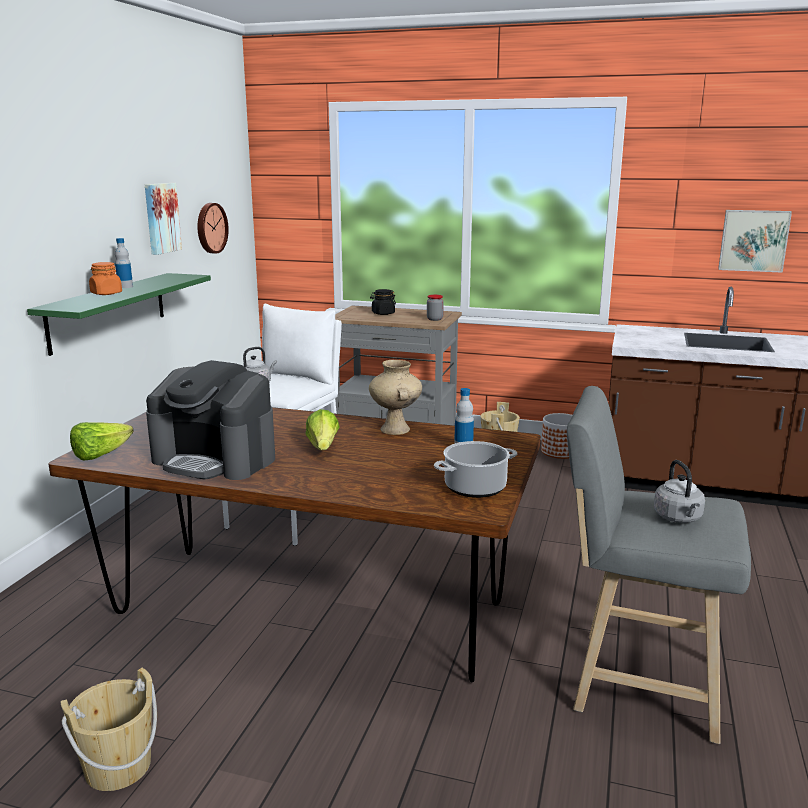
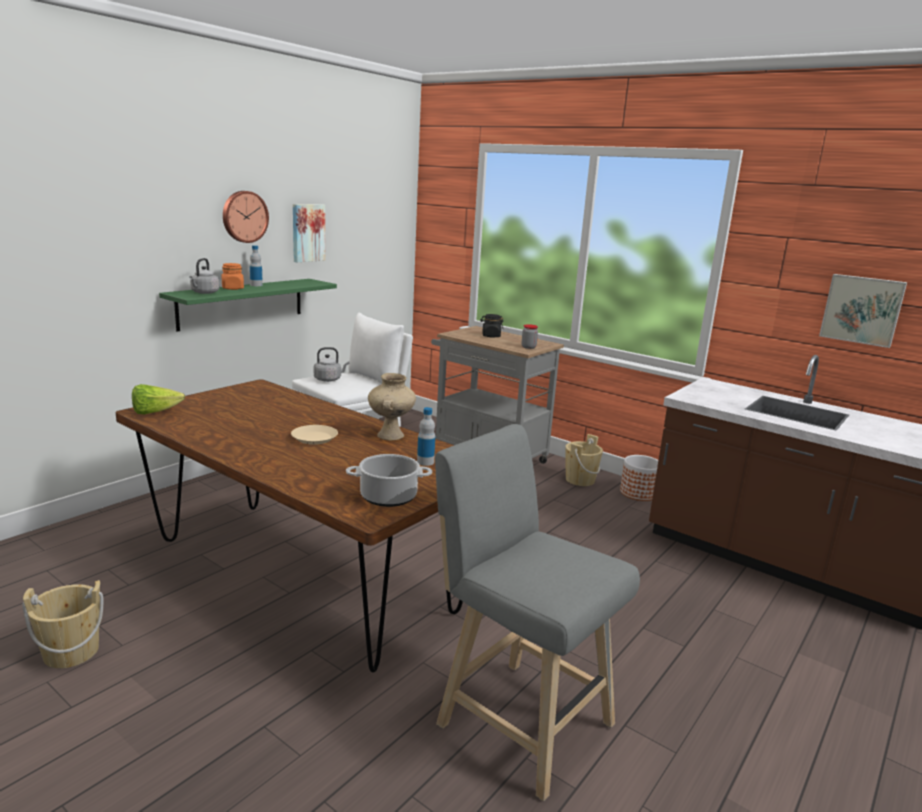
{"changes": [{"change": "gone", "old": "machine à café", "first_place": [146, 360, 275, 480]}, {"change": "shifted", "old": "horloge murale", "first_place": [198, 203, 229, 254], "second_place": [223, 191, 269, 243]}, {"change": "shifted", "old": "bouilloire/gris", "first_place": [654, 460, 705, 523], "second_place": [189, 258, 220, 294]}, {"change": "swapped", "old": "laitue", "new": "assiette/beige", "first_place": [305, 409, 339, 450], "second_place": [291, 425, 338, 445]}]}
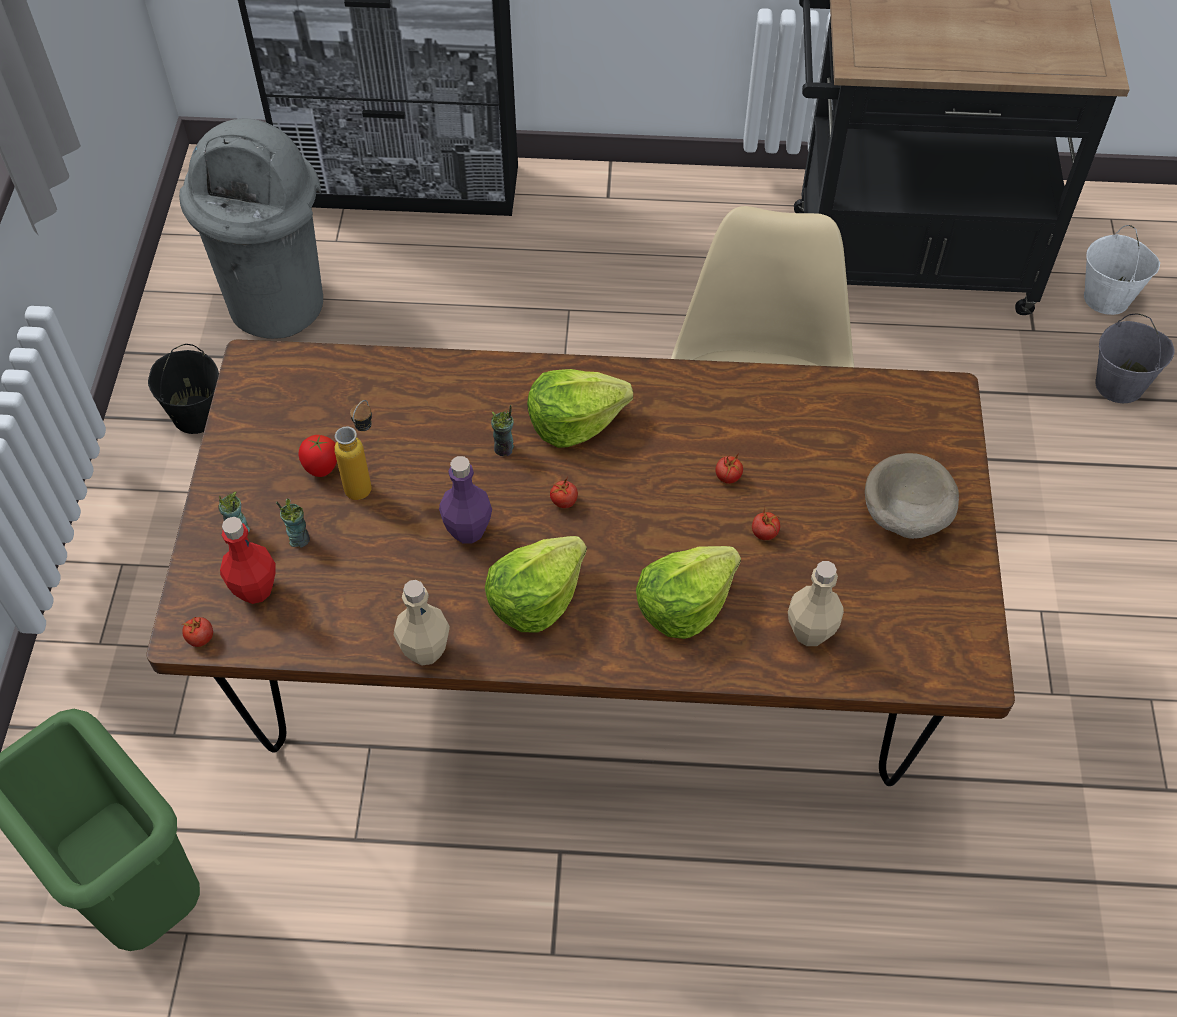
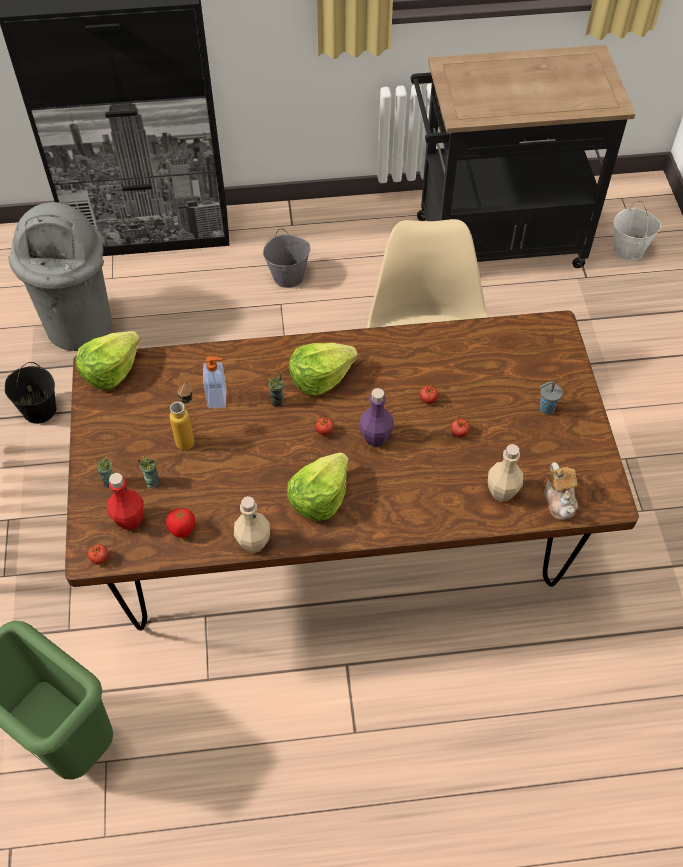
{"changes": [{"change": "new", "new": "distributeur de savon", "second_place": [203, 356, 226, 408]}, {"change": "new", "new": "théière", "second_place": [544, 462, 578, 520]}, {"change": "shifted", "old": "tomate", "first_place": [299, 435, 337, 477], "second_place": [166, 508, 195, 538]}, {"change": "shifted", "old": "bouteille/violet", "first_place": [439, 456, 492, 544], "second_place": [359, 388, 394, 447]}, {"change": "shifted", "old": "laitue", "first_place": [636, 546, 741, 639], "second_place": [76, 331, 141, 390]}, {"change": "shifted", "old": "seau/gris", "first_place": [1095, 314, 1175, 403], "second_place": [263, 229, 311, 288]}, {"change": "swapped", "old": "bol/beige", "new": "tasse/gris", "first_place": [865, 453, 959, 539], "second_place": [539, 381, 563, 414]}]}
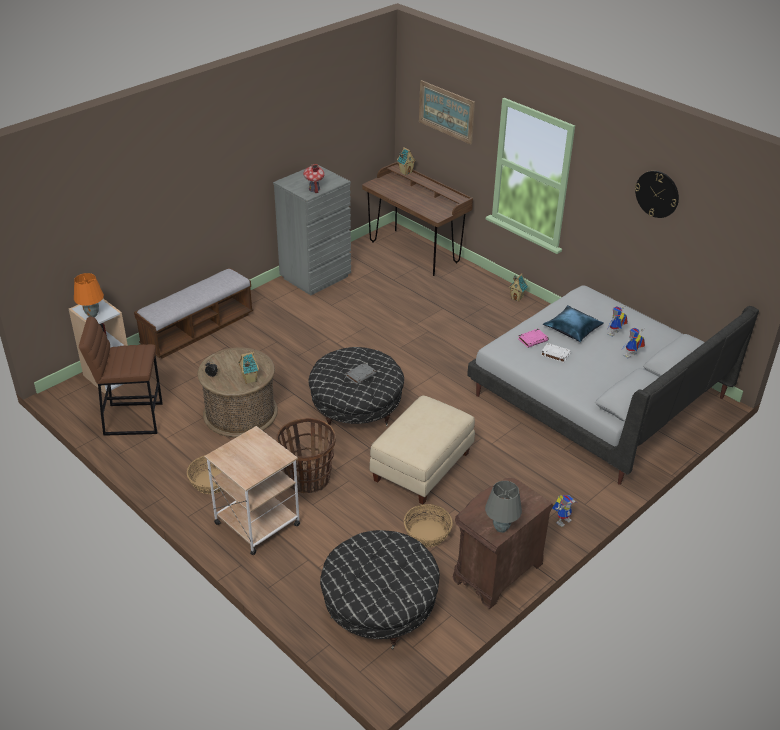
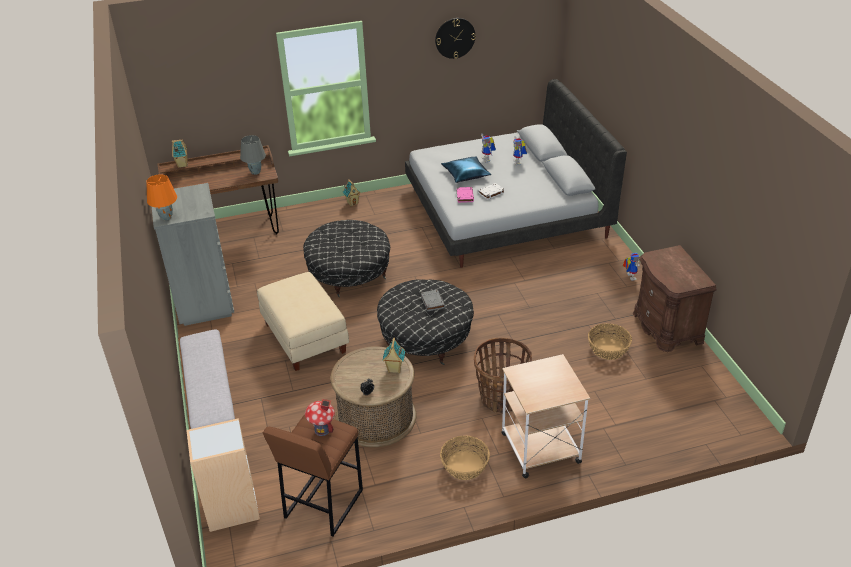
{"changes": [{"change": "gone", "old": "tableau", "first_place": [419, 80, 475, 145]}, {"change": "shifted", "old": "lampe de table/orange", "first_place": [74, 273, 104, 317], "second_place": [146, 174, 177, 220]}, {"change": "shifted", "old": "maison miniature", "first_place": [303, 164, 325, 193], "second_place": [305, 399, 335, 436]}, {"change": "shifted", "old": "pouf/noir", "first_place": [320, 530, 440, 649], "second_place": [303, 220, 390, 297]}, {"change": "shifted", "old": "pouf/beige", "first_place": [370, 395, 475, 504], "second_place": [257, 272, 349, 371]}, {"change": "shifted", "old": "lampe de table/gris", "first_place": [485, 481, 522, 533], "second_place": [240, 135, 266, 175]}]}
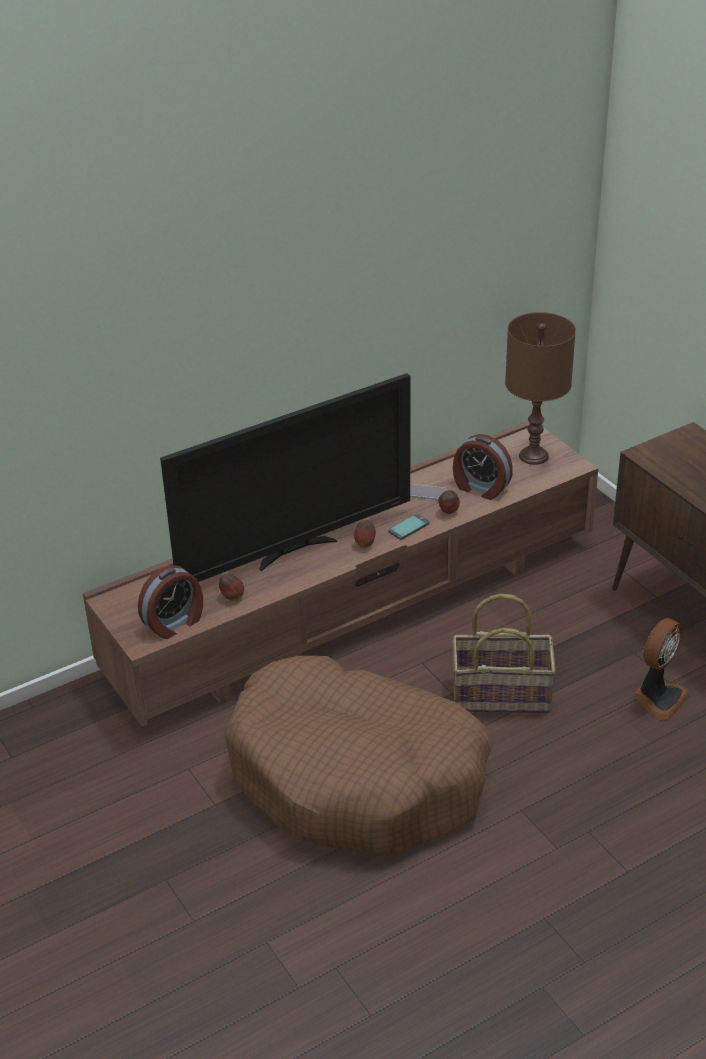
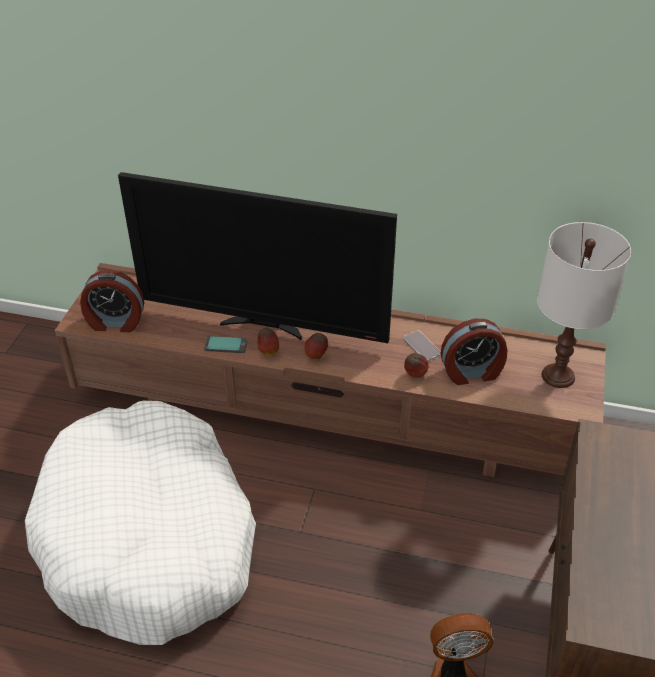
{"changes": [{"change": "gone", "old": "panier", "first_place": [453, 593, 556, 713]}, {"change": "shifted", "old": "pomme", "first_place": [219, 574, 244, 601], "second_place": [258, 328, 279, 356]}, {"change": "shifted", "old": "téléphone", "first_place": [388, 514, 430, 540], "second_place": [204, 336, 247, 353]}, {"change": "repainted", "old": "panier pour chien/marron", "new": "panier pour chien/blanc", "first_place": [224, 656, 491, 855], "second_place": [25, 401, 256, 645]}, {"change": "repainted", "old": "lampe de table/marron", "new": "lampe de table/blanc", "first_place": [505, 312, 576, 465], "second_place": [537, 222, 631, 388]}, {"change": "rotated", "old": "réveil", "first_place": [453, 434, 513, 500], "second_place": [440, 319, 508, 385], "degrees": -90}]}
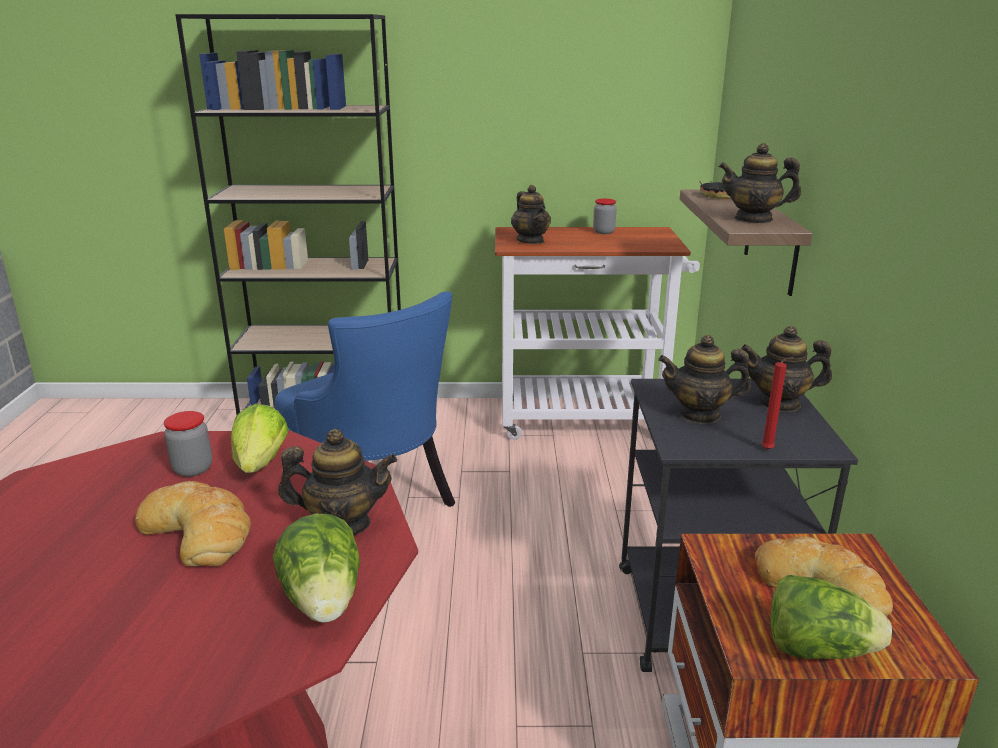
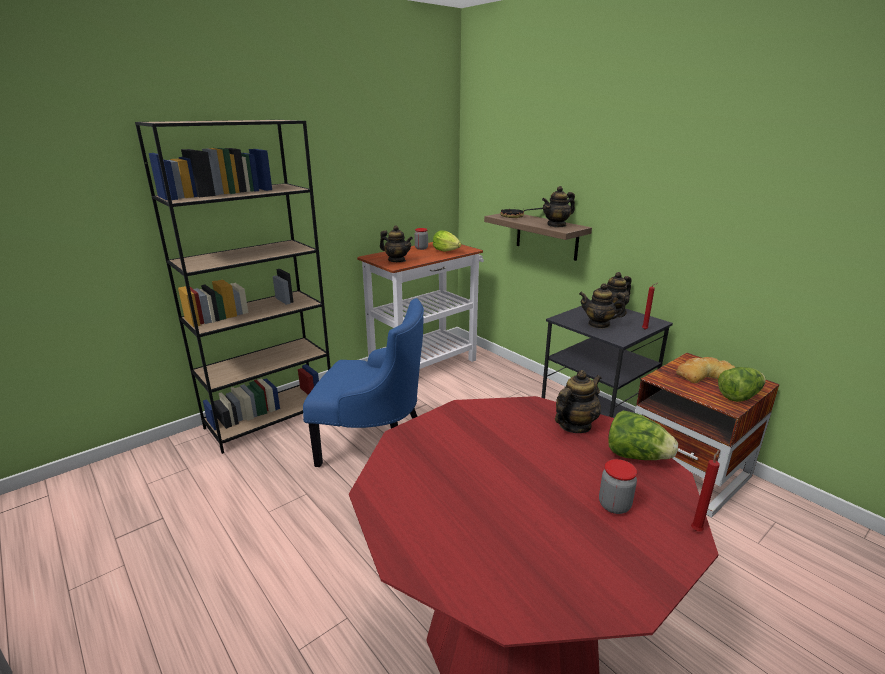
{"changes": [{"change": "gone", "old": "pain", "first_place": [135, 481, 251, 567]}, {"change": "new", "new": "bougie/rouge", "second_place": [691, 450, 720, 531]}, {"change": "shifted", "old": "bocal", "first_place": [164, 411, 212, 477], "second_place": [599, 459, 637, 514]}, {"change": "shifted", "old": "laitue", "first_place": [231, 404, 289, 473], "second_place": [433, 231, 461, 252]}, {"change": "rotated", "old": "théière", "first_place": [658, 335, 751, 424], "second_place": [579, 283, 626, 329], "degrees": 60}]}
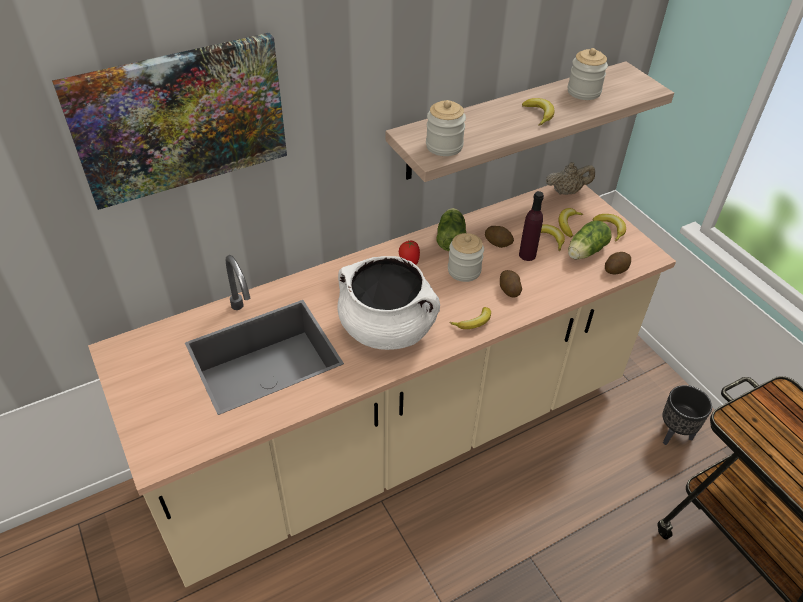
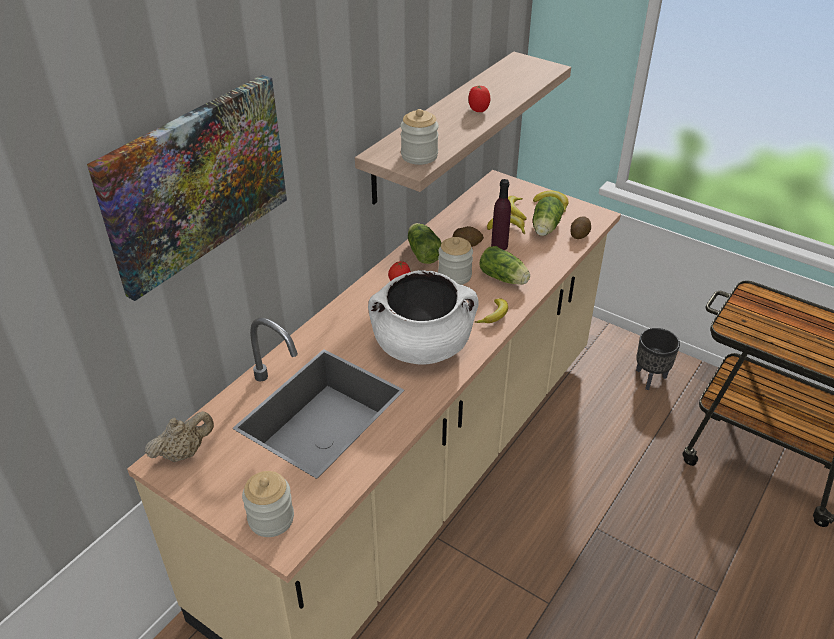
{"changes": [{"change": "shifted", "old": "théière/beige", "first_place": [546, 162, 595, 195], "second_place": [145, 411, 214, 462]}, {"change": "shifted", "old": "bocal", "first_place": [568, 48, 608, 100], "second_place": [242, 471, 294, 537]}, {"change": "swapped", "old": "pomme de terre", "new": "laitue", "first_place": [500, 270, 522, 298], "second_place": [479, 246, 530, 285]}, {"change": "swapped", "old": "banane", "new": "tomate", "first_place": [522, 98, 554, 126], "second_place": [468, 85, 491, 112]}]}
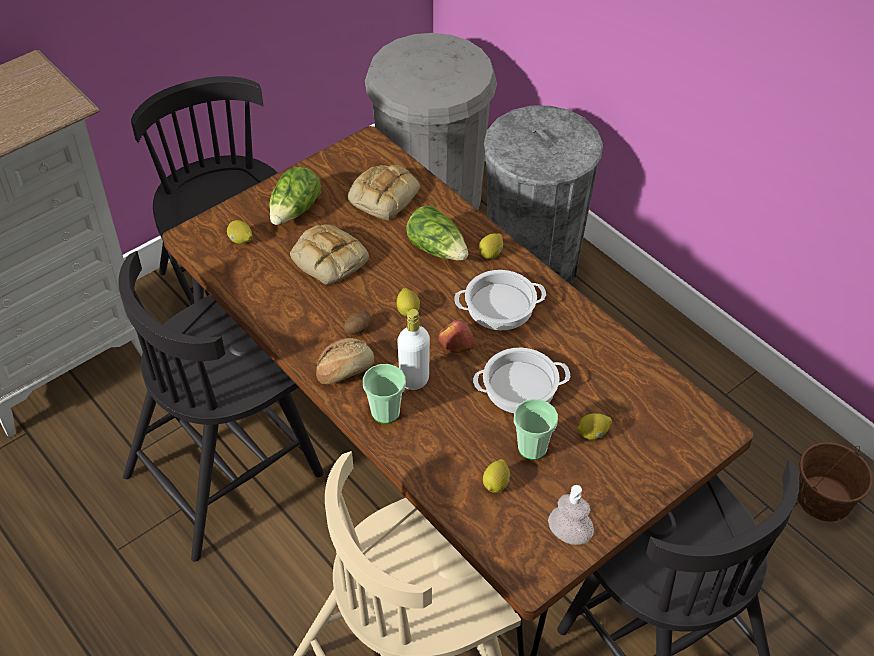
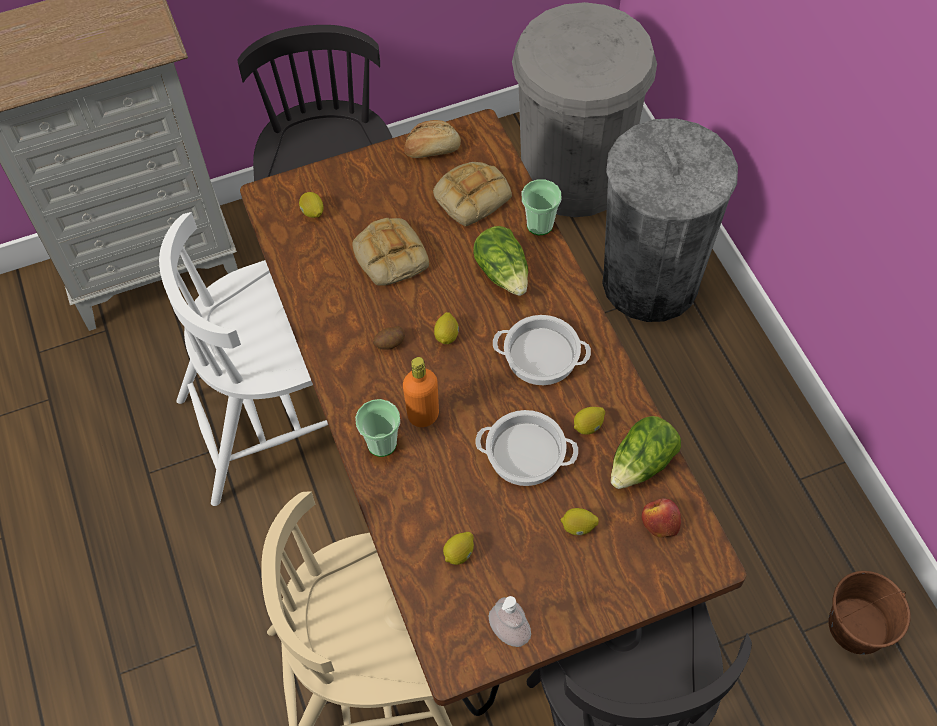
{"changes": [{"change": "shifted", "old": "laitue", "first_place": [269, 167, 321, 225], "second_place": [611, 416, 681, 489]}, {"change": "shifted", "old": "pain", "first_place": [316, 338, 374, 384], "second_place": [404, 120, 461, 158]}, {"change": "shifted", "old": "pomme", "first_place": [438, 320, 474, 353], "second_place": [641, 498, 681, 538]}, {"change": "shifted", "old": "citron", "first_place": [479, 234, 503, 259], "second_place": [574, 407, 605, 434]}, {"change": "shifted", "old": "tasse", "first_place": [514, 399, 558, 460], "second_place": [522, 179, 561, 235]}, {"change": "repainted", "old": "chaise/noir", "new": "chaise/blanc", "first_place": [119, 251, 324, 562], "second_place": [159, 212, 328, 506]}, {"change": "repainted", "old": "bouteille/blanc", "new": "bouteille/orange", "first_place": [397, 309, 430, 390], "second_place": [403, 357, 439, 427]}]}
